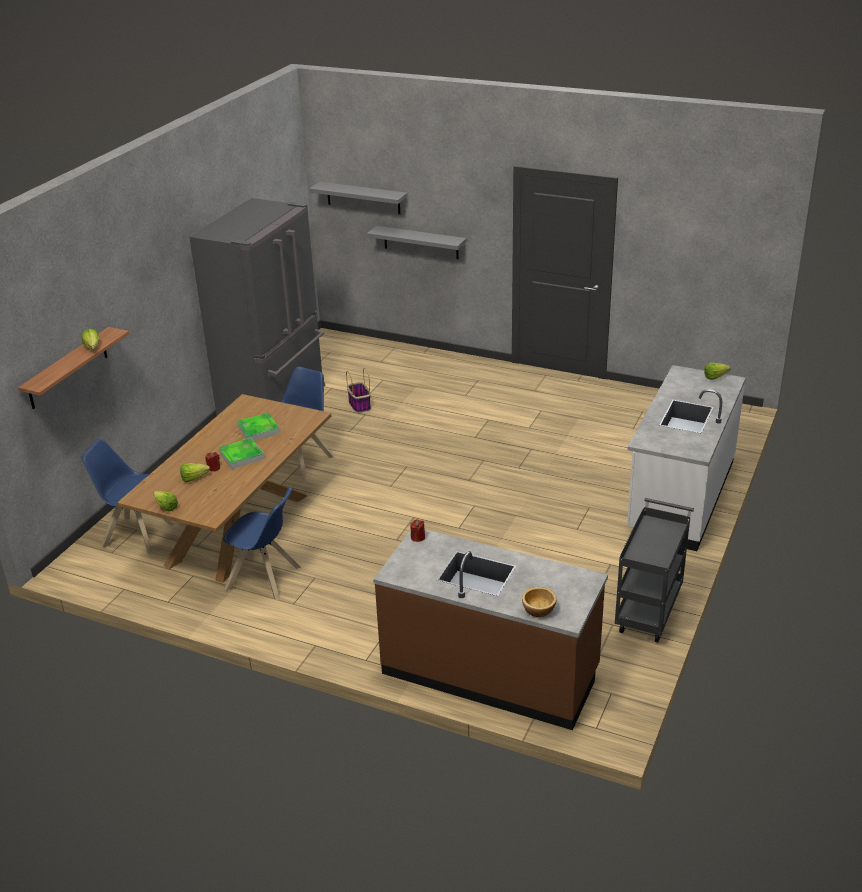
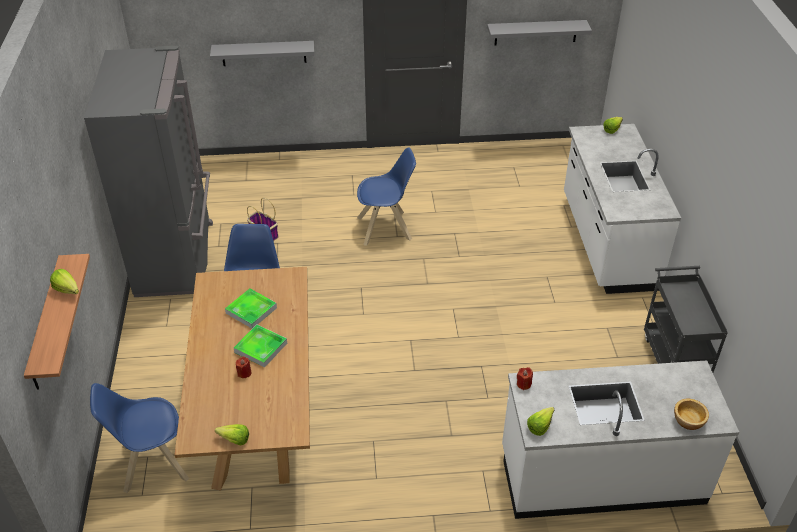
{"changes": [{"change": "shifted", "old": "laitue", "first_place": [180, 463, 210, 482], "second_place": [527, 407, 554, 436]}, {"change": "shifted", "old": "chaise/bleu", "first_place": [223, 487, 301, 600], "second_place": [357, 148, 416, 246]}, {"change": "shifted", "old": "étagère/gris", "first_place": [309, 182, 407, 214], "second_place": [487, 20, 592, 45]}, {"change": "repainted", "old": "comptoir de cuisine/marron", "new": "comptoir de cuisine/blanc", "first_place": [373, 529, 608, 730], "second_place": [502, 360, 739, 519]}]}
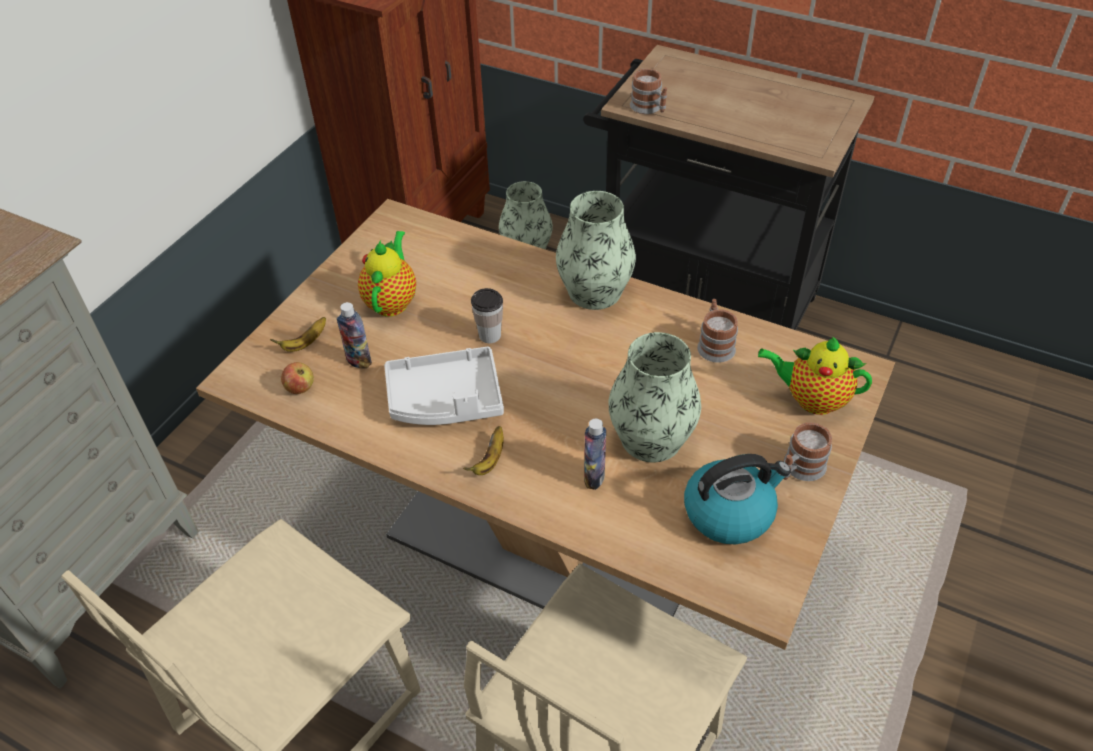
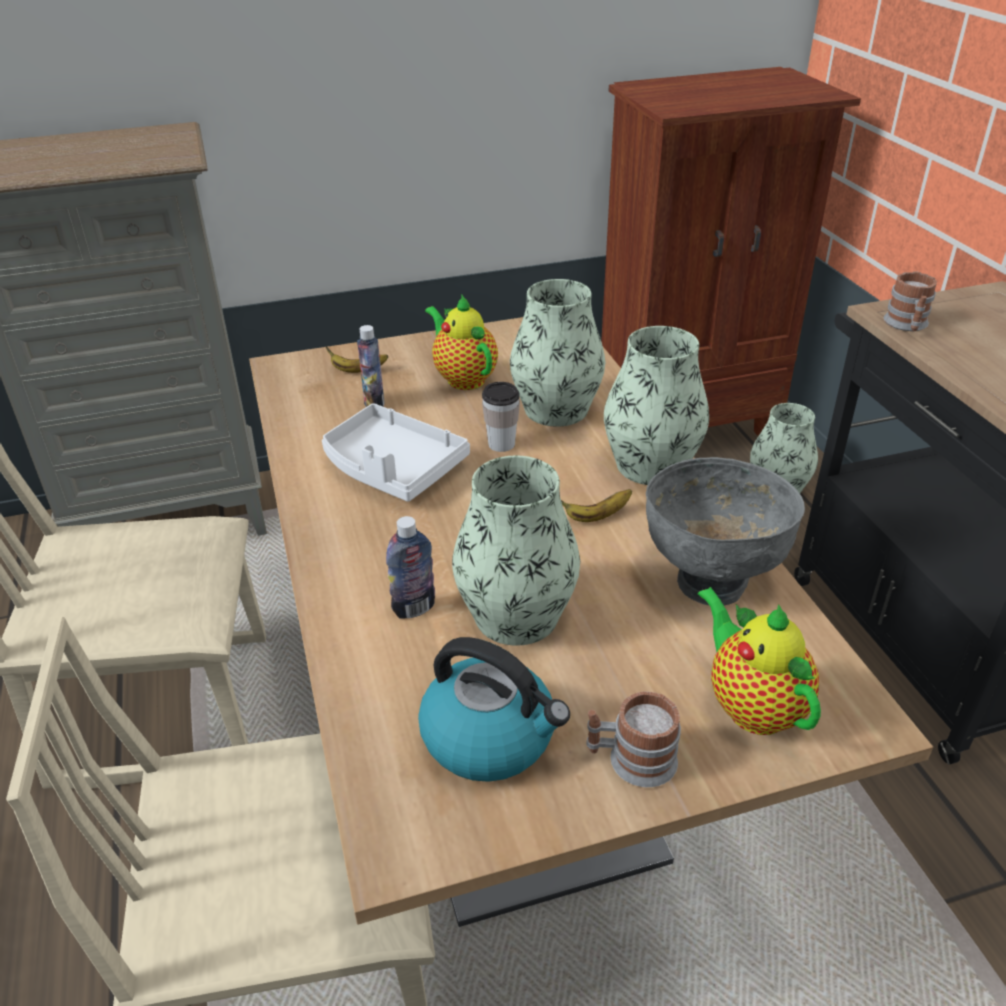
{"changes": [{"change": "gone", "old": "pomme", "first_place": [281, 362, 314, 394]}, {"change": "new", "new": "vase", "second_place": [510, 279, 605, 427]}, {"change": "shifted", "old": "banane", "first_place": [463, 426, 504, 475], "second_place": [561, 489, 632, 522]}, {"change": "swapped", "old": "mug", "new": "bol/gris", "first_place": [697, 299, 738, 363], "second_place": [646, 457, 805, 606]}, {"change": "rotated", "old": "théière", "first_place": [358, 231, 416, 317], "second_place": [425, 295, 498, 390], "degrees": -90}]}
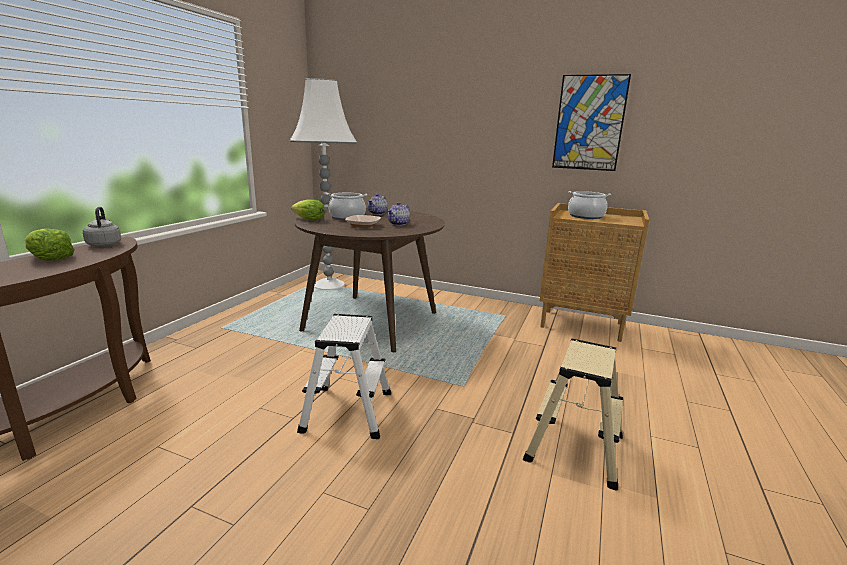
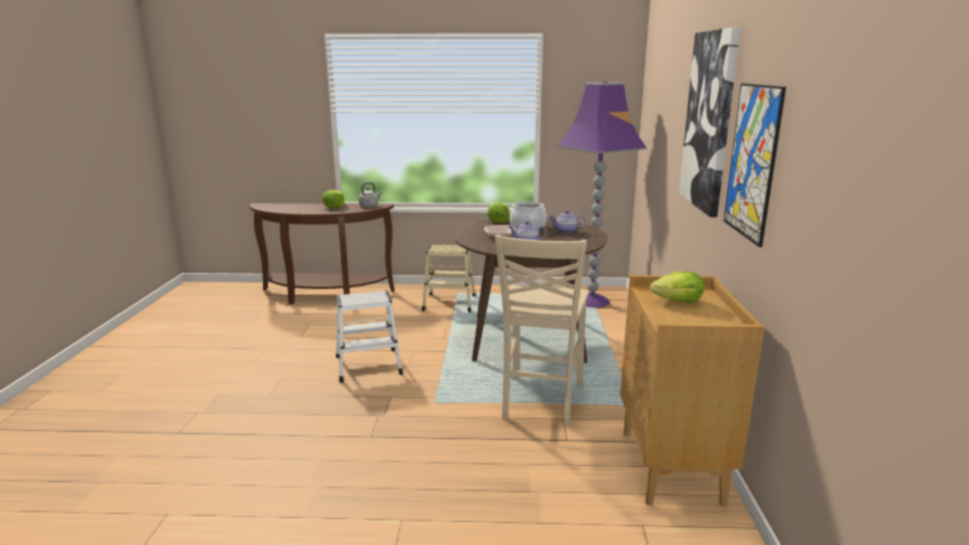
{"changes": [{"change": "new", "new": "chaise/beige", "second_place": [495, 235, 589, 427]}, {"change": "new", "new": "tableau", "second_place": [679, 27, 741, 217]}, {"change": "shifted", "old": "escabeau/beige", "first_place": [523, 338, 623, 491], "second_place": [422, 244, 476, 312]}, {"change": "swapped", "old": "marmite", "new": "laitue", "first_place": [568, 191, 611, 219], "second_place": [650, 271, 704, 302]}, {"change": "repainted", "old": "lampadaire/blanc", "new": "lampadaire/violet", "first_place": [290, 78, 357, 290], "second_place": [557, 82, 646, 308]}]}
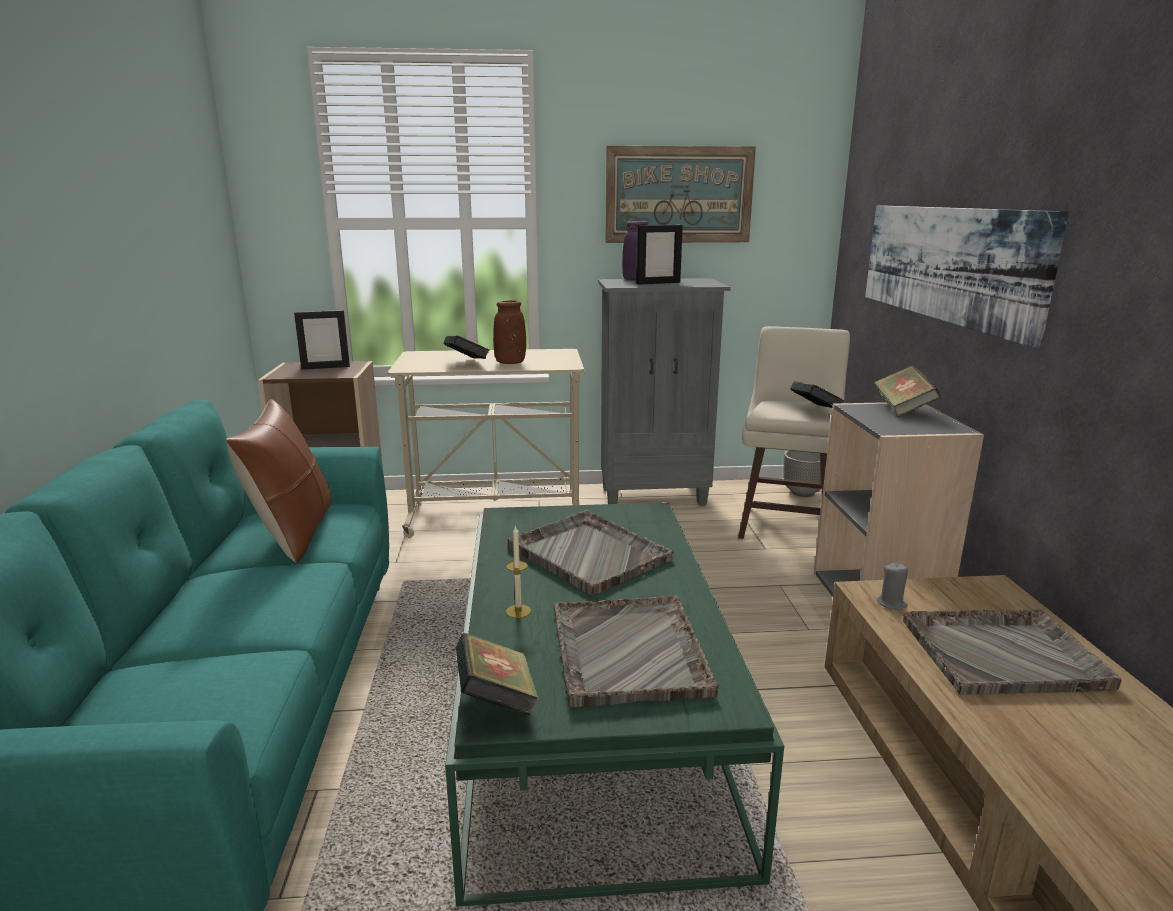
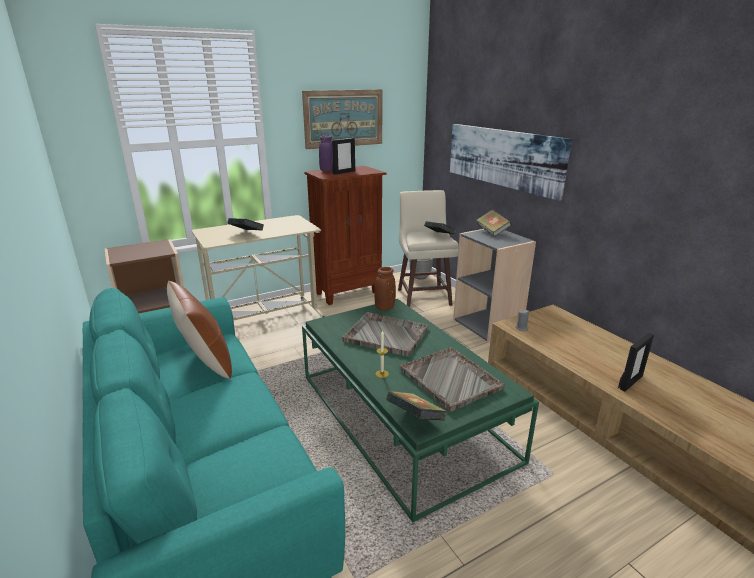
{"changes": [{"change": "gone", "old": "plateau/gris", "first_place": [903, 609, 1122, 695]}, {"change": "shifted", "old": "cadre photo", "first_place": [294, 310, 350, 370], "second_place": [618, 333, 654, 391]}, {"change": "shifted", "old": "vase/marron", "first_place": [493, 301, 526, 364], "second_place": [375, 267, 396, 311]}, {"change": "repainted", "old": "meuble de rangement/gris", "new": "meuble de rangement/marron", "first_place": [598, 278, 731, 506], "second_place": [304, 166, 386, 305]}]}
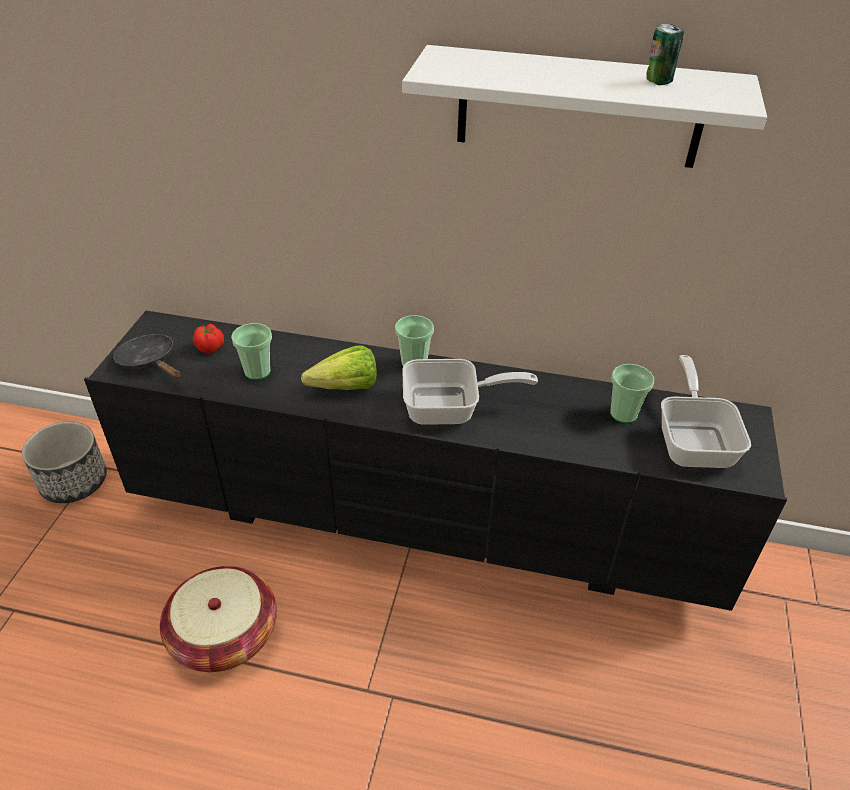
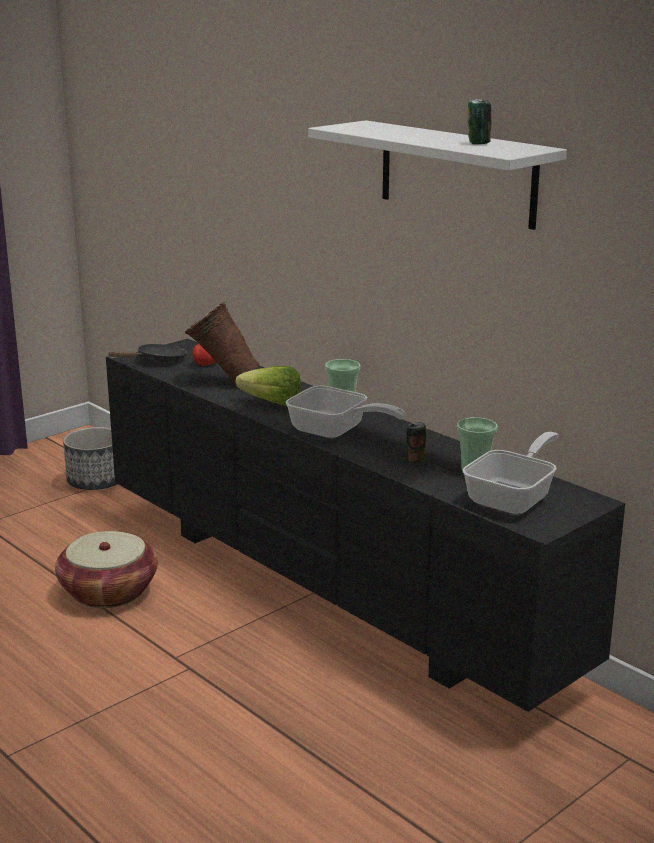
{"changes": [{"change": "new", "new": "boîte métallique", "second_place": [406, 422, 427, 463]}, {"change": "swapped", "old": "tasse", "new": "vase/marron", "first_place": [231, 323, 272, 380], "second_place": [185, 302, 259, 385]}, {"change": "rotated", "old": "poêle/noir", "first_place": [113, 334, 181, 379], "second_place": [108, 344, 187, 362], "degrees": 60}]}
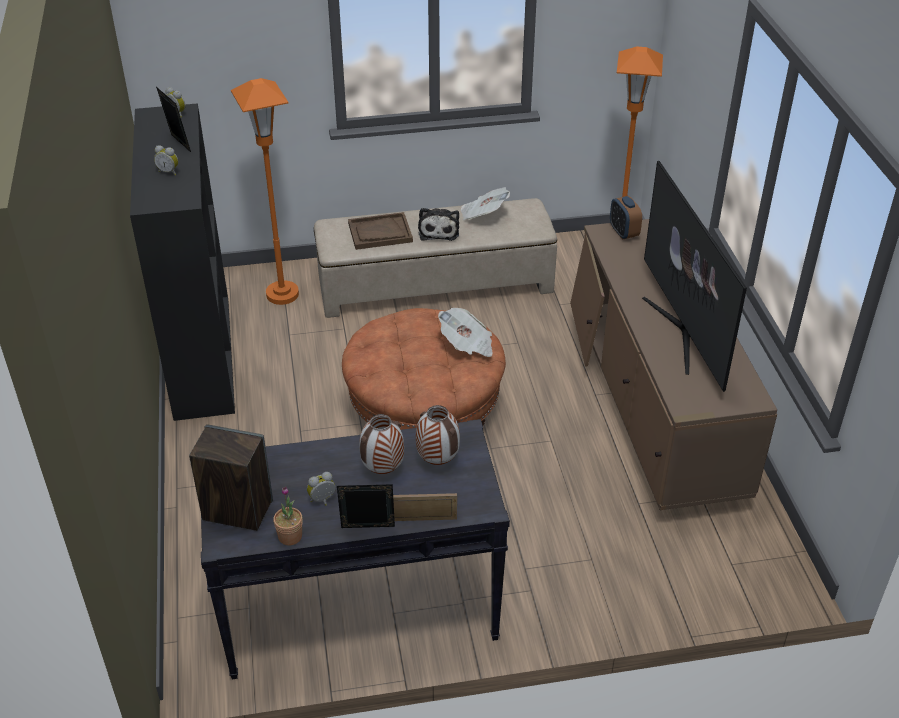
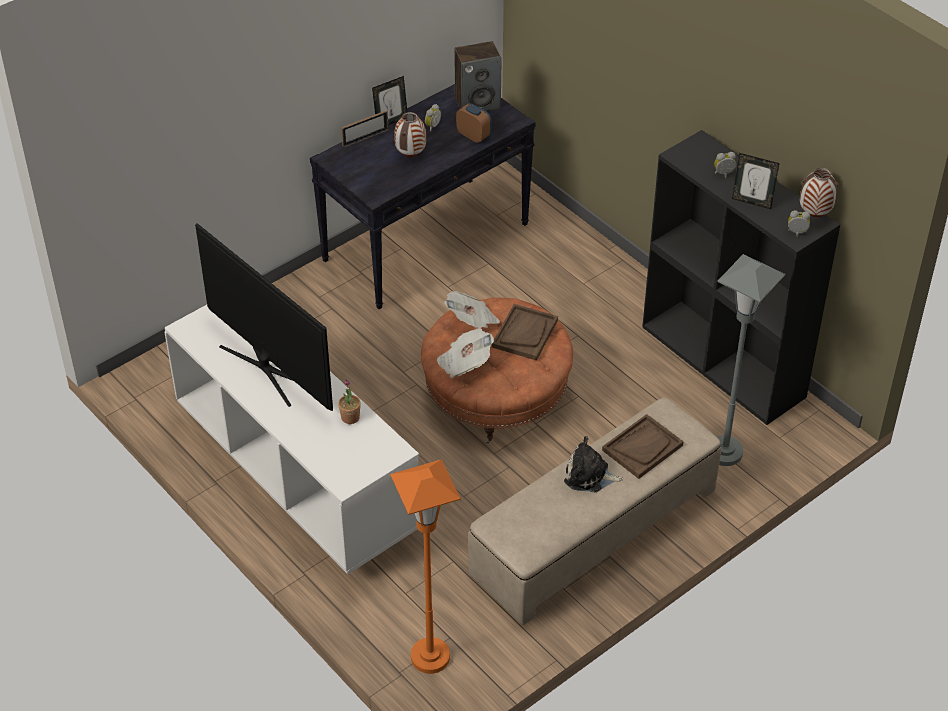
{"changes": [{"change": "new", "new": "plateau/marron", "second_place": [492, 304, 558, 361]}, {"change": "shifted", "old": "plante en pot", "first_place": [273, 486, 303, 545], "second_place": [338, 379, 361, 424]}, {"change": "shifted", "old": "vase", "first_place": [416, 405, 460, 465], "second_place": [800, 168, 838, 217]}, {"change": "shifted", "old": "journal", "first_place": [461, 187, 510, 220], "second_place": [444, 291, 500, 329]}, {"change": "shifted", "old": "réveil", "first_place": [610, 196, 642, 240], "second_place": [456, 103, 492, 143]}, {"change": "repainted", "old": "lampadaire/orange", "new": "lampadaire/gris", "first_place": [231, 78, 299, 305], "second_place": [717, 254, 785, 466]}, {"change": "repainted", "old": "meuble télé/marron", "new": "meuble télé/blanc", "first_place": [570, 219, 777, 510], "second_place": [164, 305, 419, 574]}, {"change": "rotated", "old": "peluche", "first_place": [418, 208, 459, 241], "second_place": [564, 436, 623, 492], "degrees": -45}]}
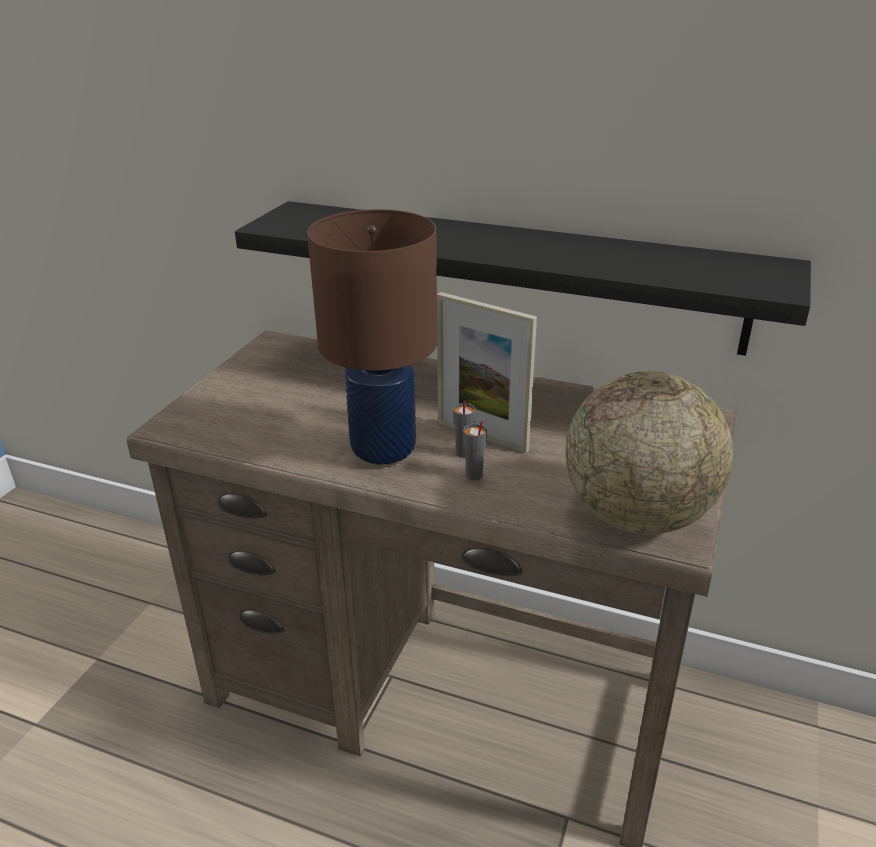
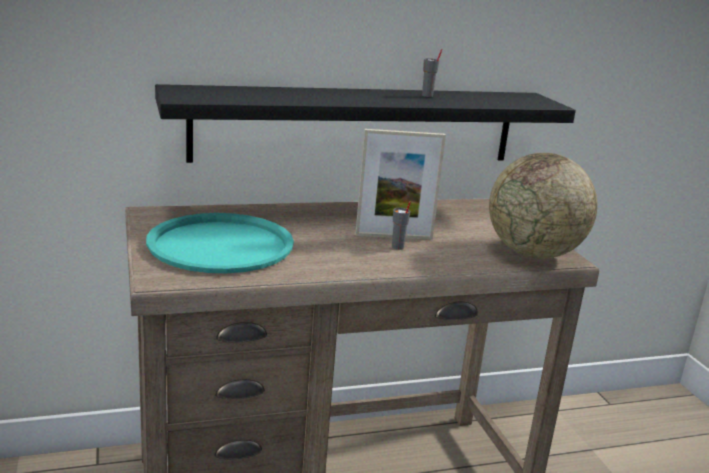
{"changes": [{"change": "gone", "old": "lampe de table/marron", "first_place": [307, 209, 438, 465]}, {"change": "new", "new": "plateau/turquoise", "second_place": [146, 213, 294, 273]}, {"change": "shifted", "old": "tasse/gris", "first_place": [463, 421, 487, 480], "second_place": [422, 49, 443, 97]}]}
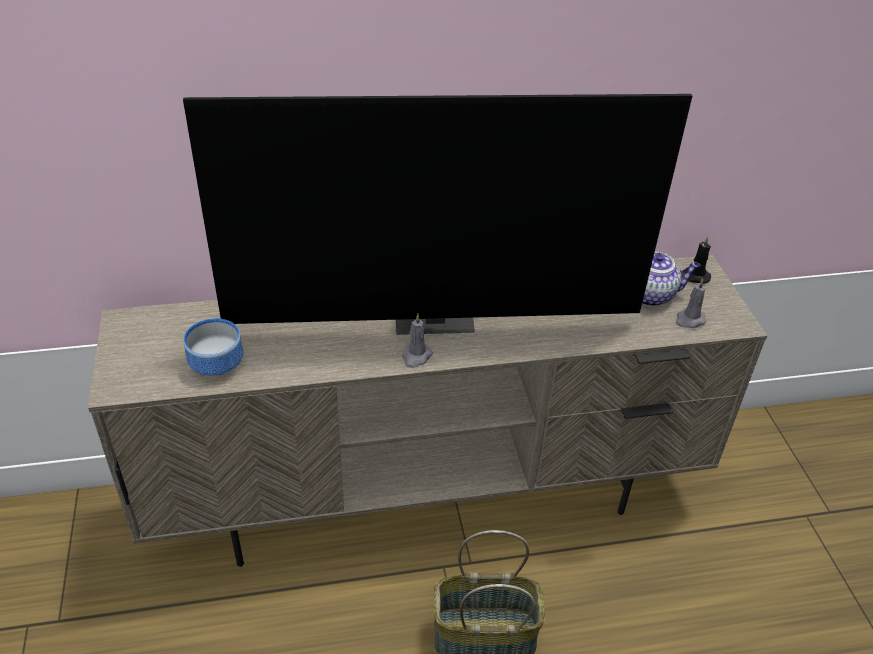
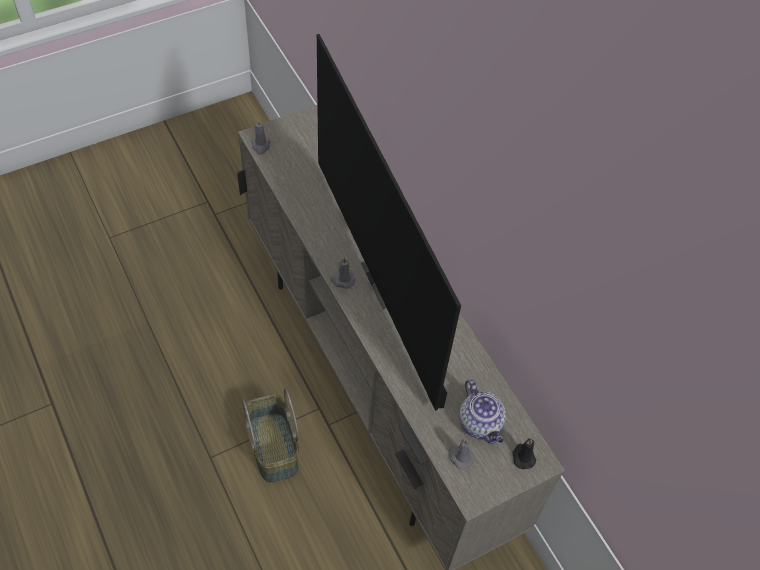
{"changes": [{"change": "gone", "old": "bol", "first_place": [184, 318, 243, 376]}, {"change": "new", "new": "bougie/gris", "second_place": [252, 120, 270, 155]}]}
